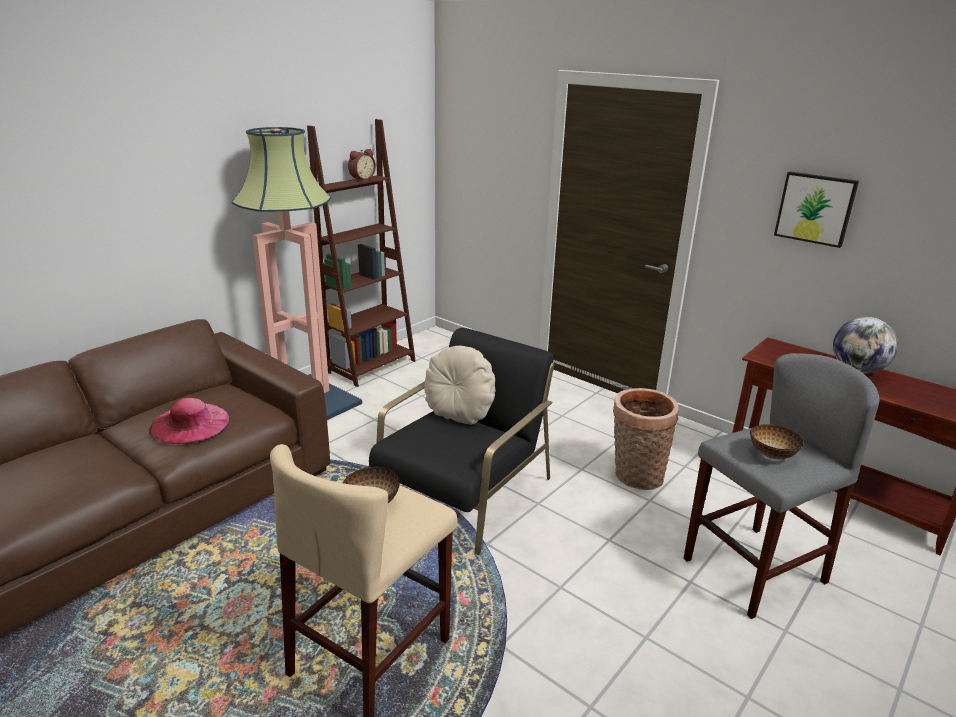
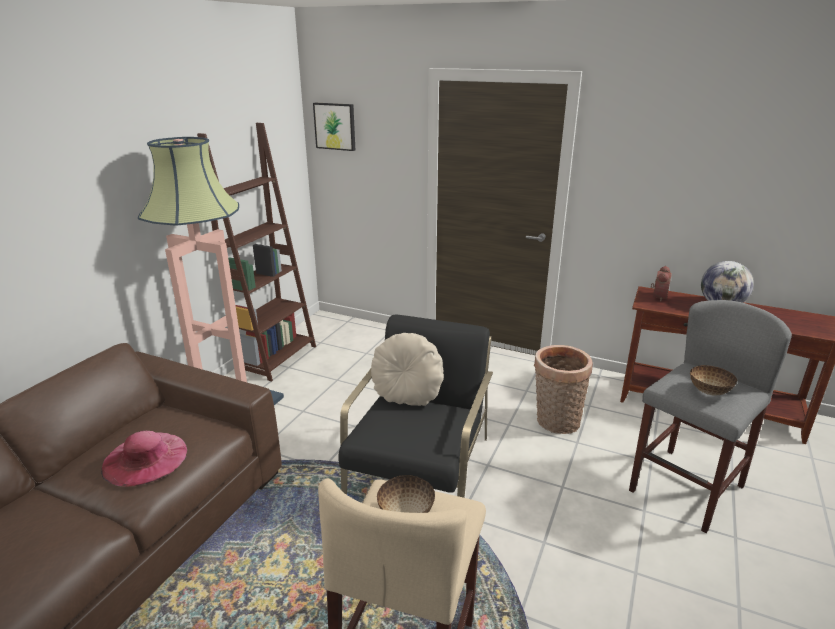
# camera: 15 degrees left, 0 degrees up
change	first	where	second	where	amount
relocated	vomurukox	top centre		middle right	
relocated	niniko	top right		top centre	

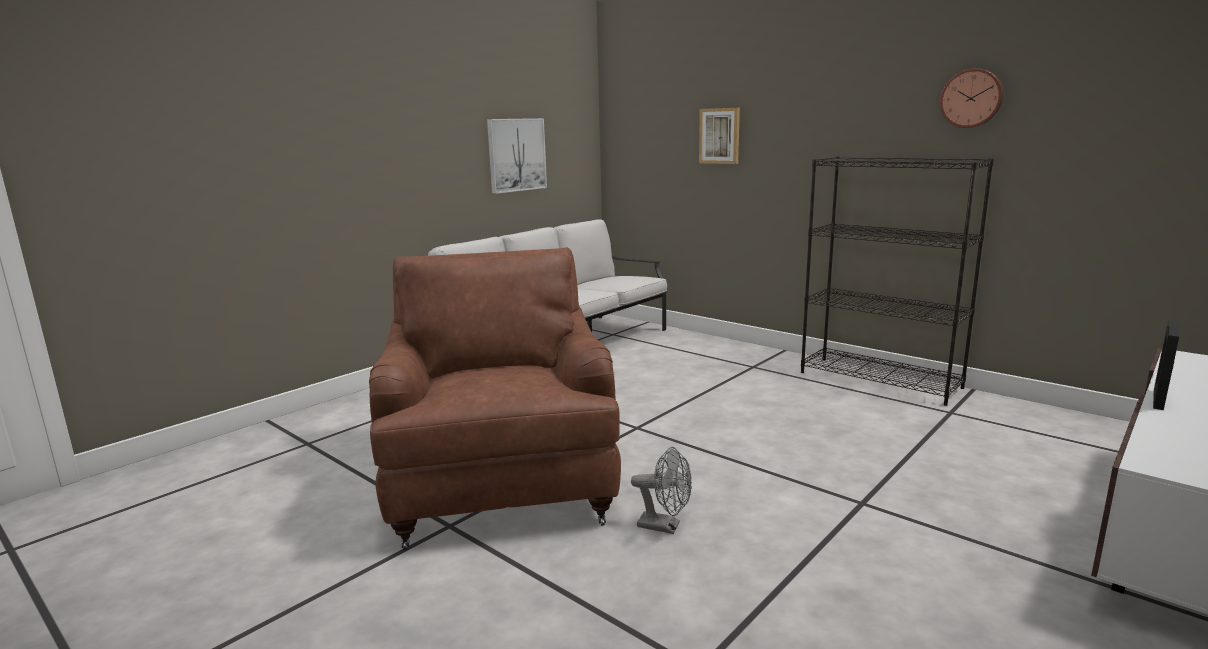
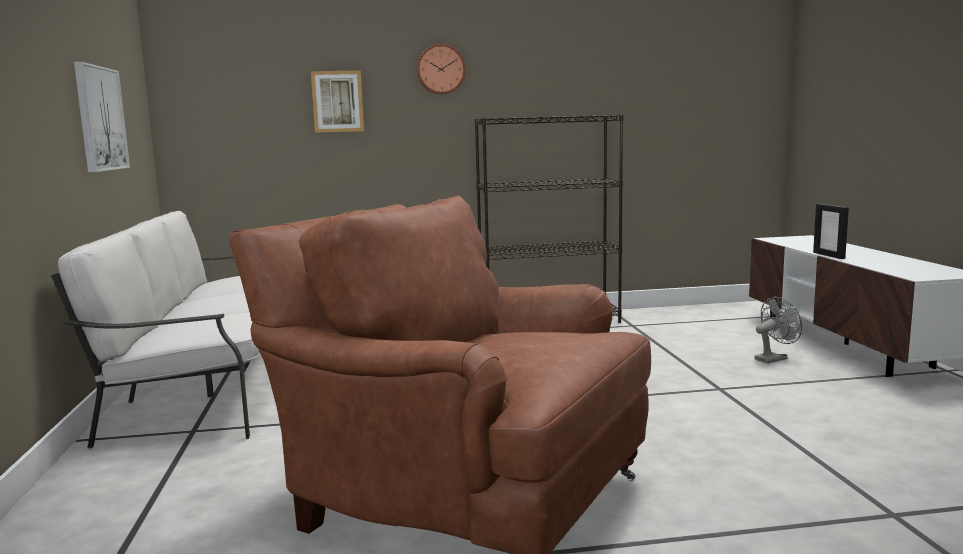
# camera: 50 degrees left, 5 degrees down
change	first	where	second	where	amount
relocated	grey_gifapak	bottom centre		middle right	
relocated	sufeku	top right		top centre	

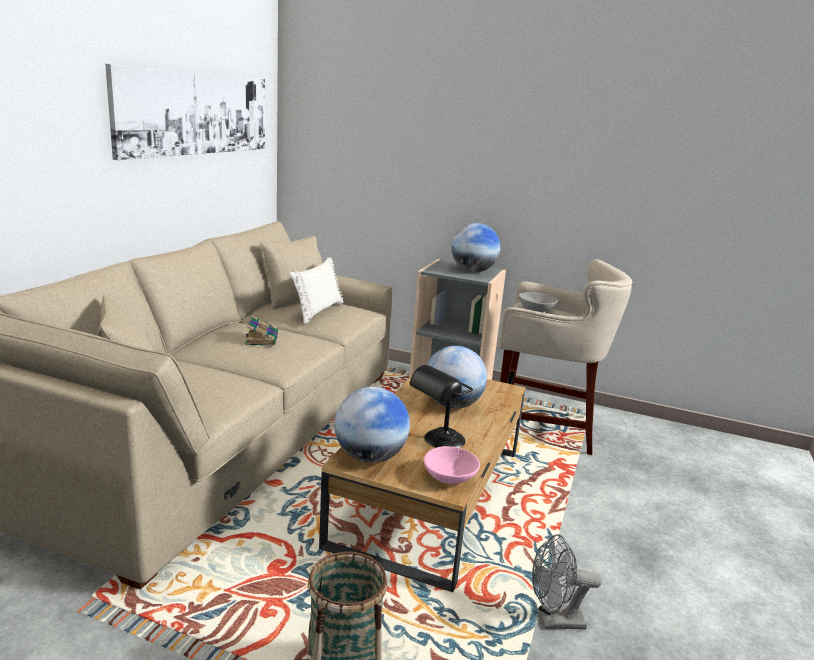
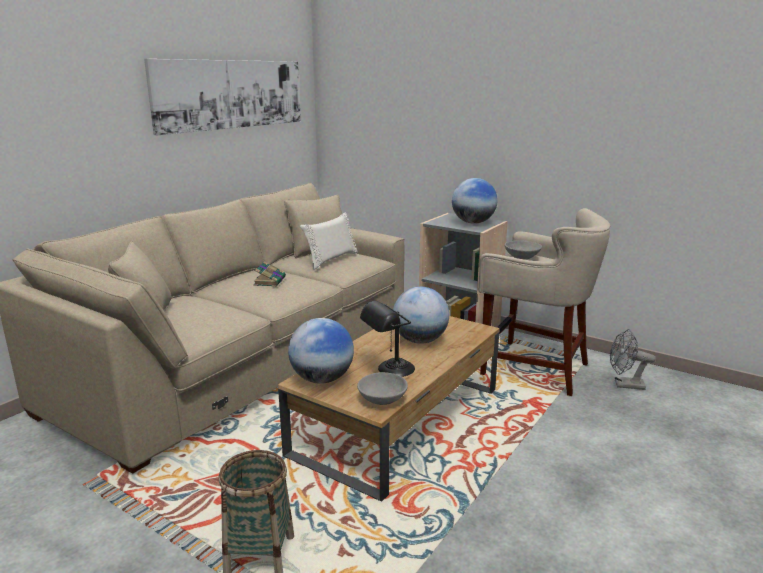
# camera: 15 degrees right, 0 degrees up
change	first	where	second	where	amount
relocated	grey_gifapak	bottom right		middle right	
colour	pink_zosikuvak	bottom centre	grey_zosikuvak (no. 1 from left)	bottom centre	

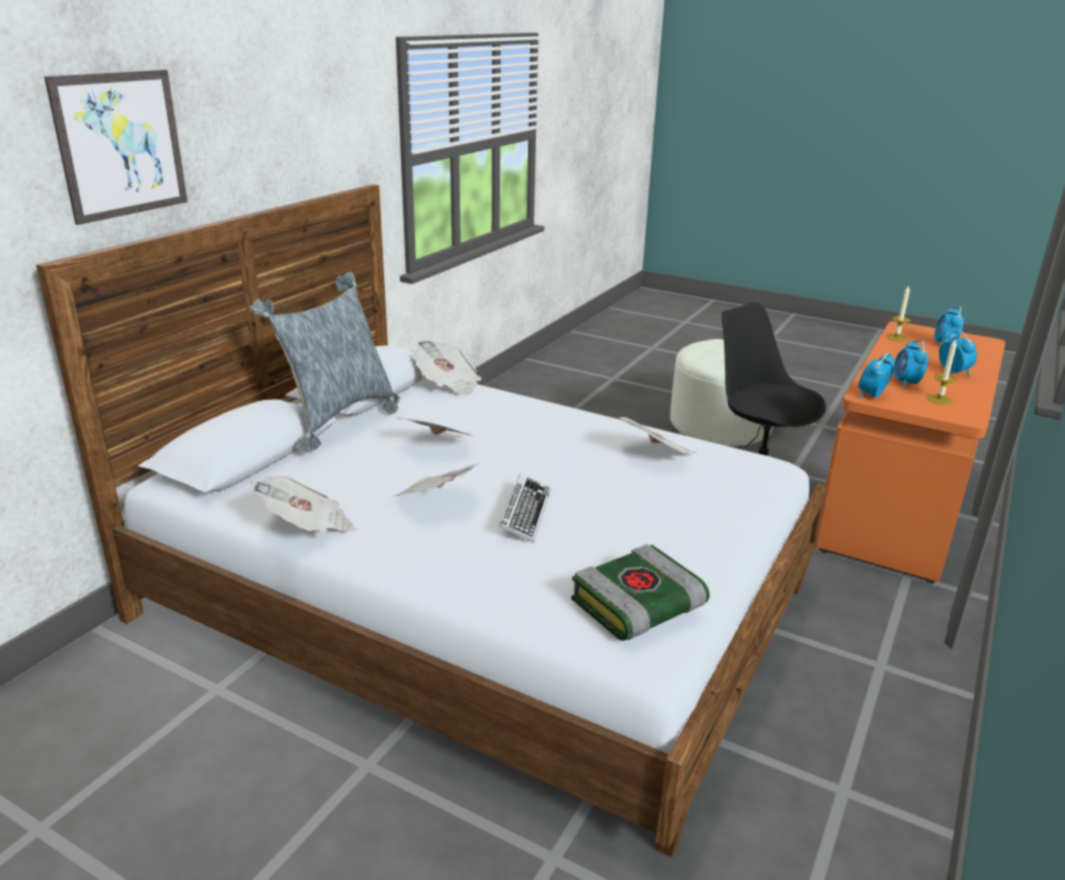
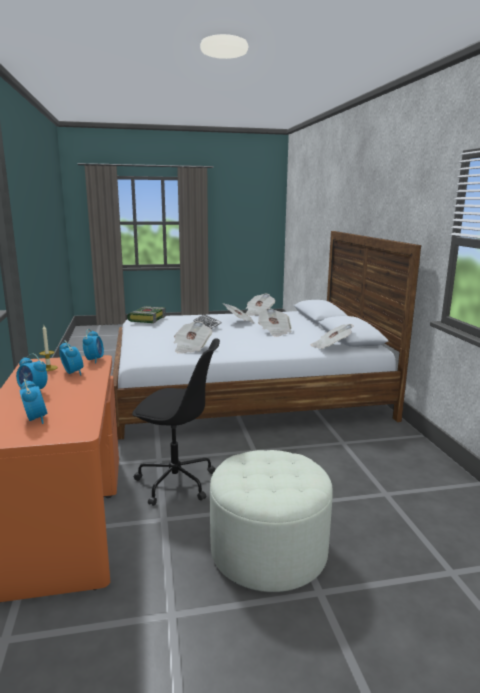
# camera: 140 degrees right, 10 degrees down
change	first	where	second	where	amount
missing	niniko	top left			
missing	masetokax	middle left			
missing	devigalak (no. 1 from left)	middle right			

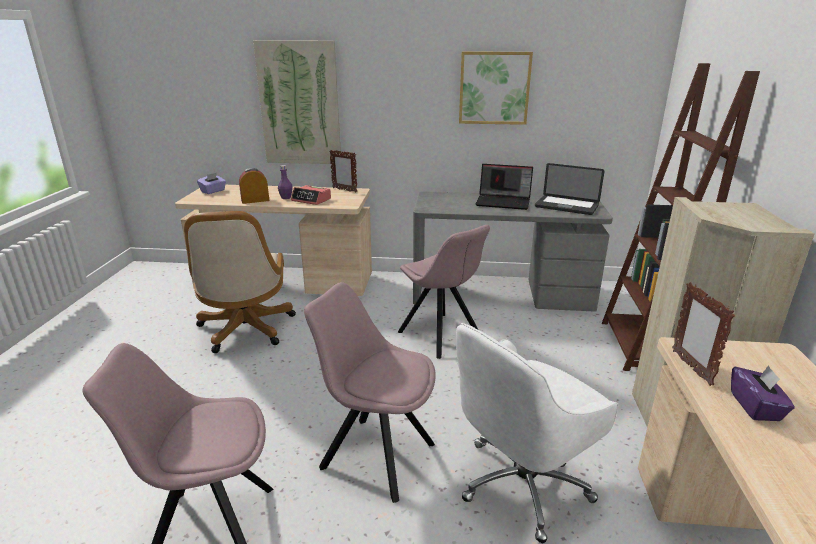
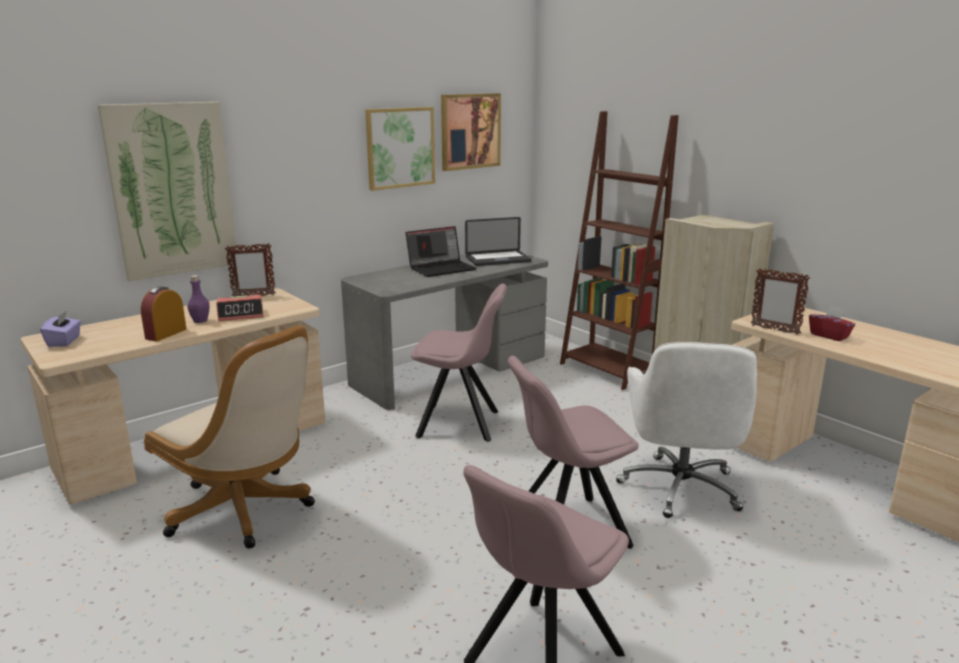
# camera: 45 degrees left, 5 degrees down
change	first	where	second	where	amount
appeared			niniko (no. 3 from left)	top centre	
colour	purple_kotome (no. 2 from left)	bottom right	red_kotome	middle right	

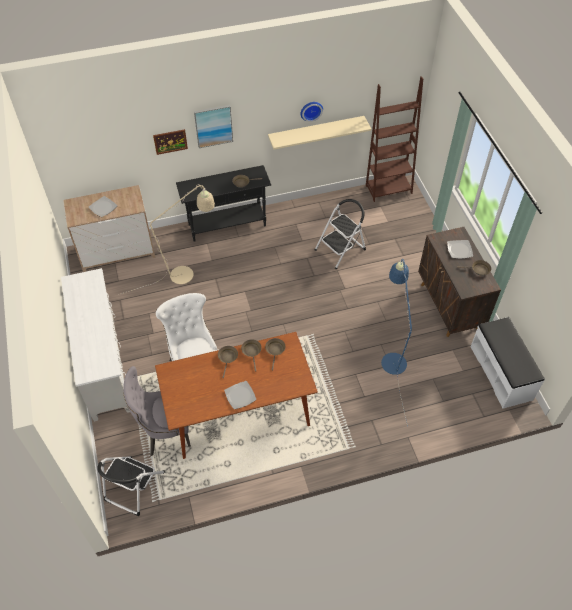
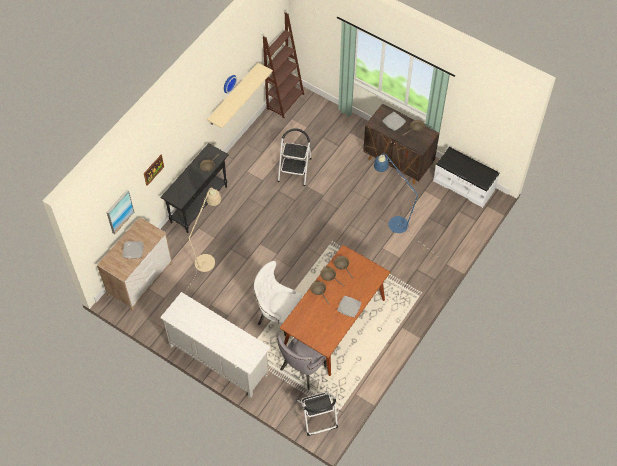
# camera: 40 degrees left, 5 degrees up
change	first	where	second	where	amount
relocated	niniko (no. 2 from left in the first image)	top centre	niniko (no. 1 from left)	middle left	

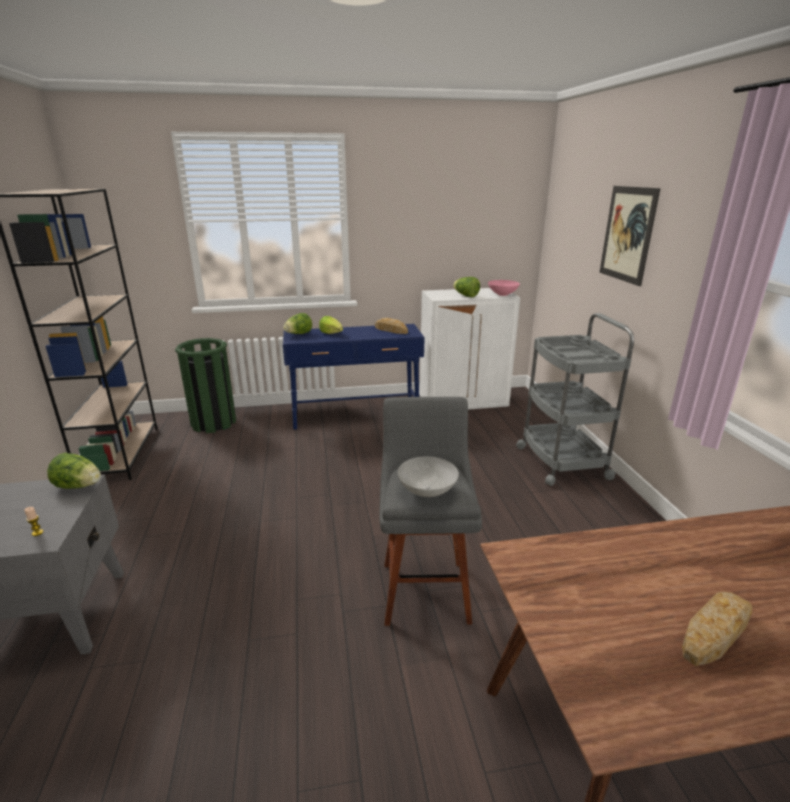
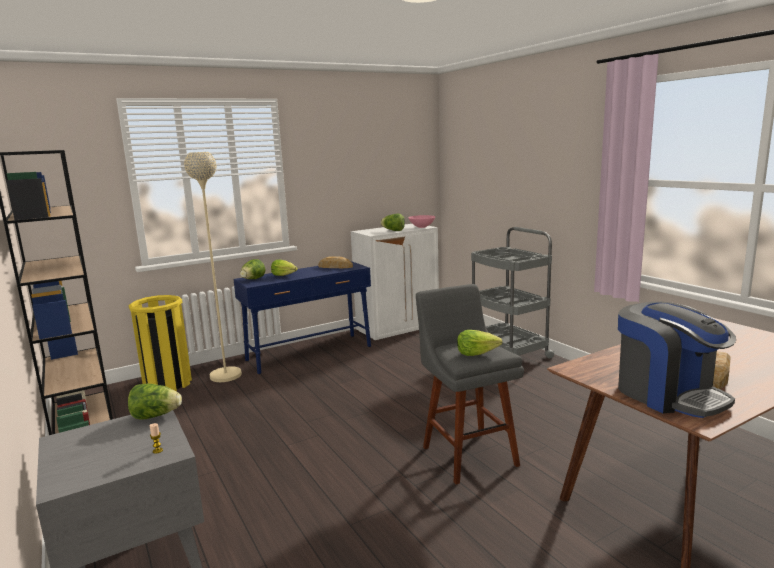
# camera: 20 degrees left, 10 degrees down
change	first	where	second	where	amount
missing	niniko	top right			
appeared			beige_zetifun	middle left	
appeared			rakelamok	middle right	
exchanged	grey_zosikuvak	centre	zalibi (no. 5 from left)	centre	
colour	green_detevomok	middle left	yellow_detevomok	middle left	

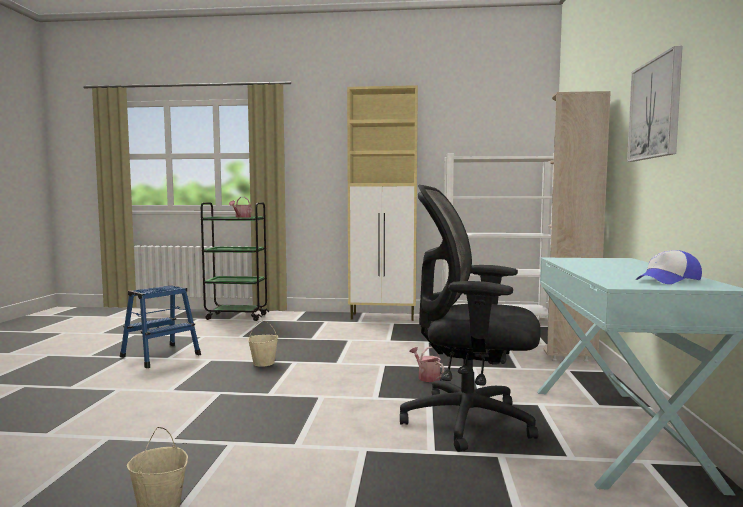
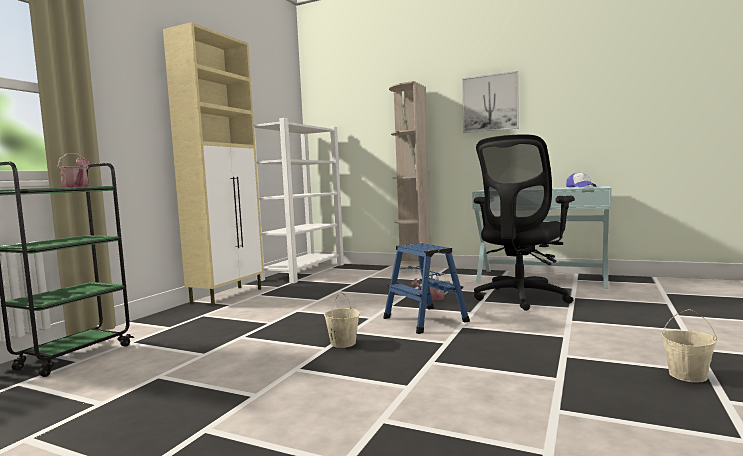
# camera: 70 degrees left, 0 degrees up
change	first	where	second	where	amount
relocated	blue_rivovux	middle left		centre	

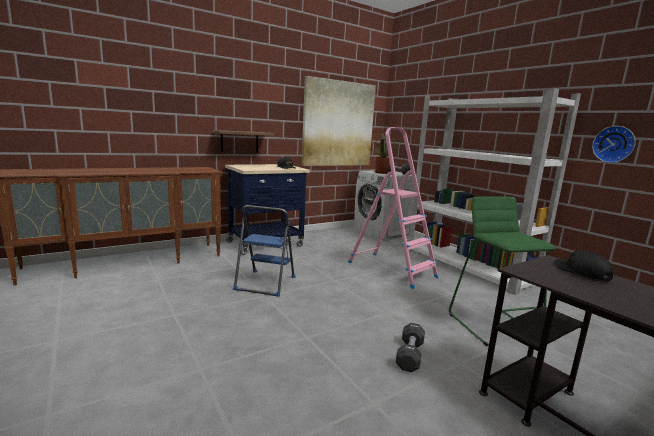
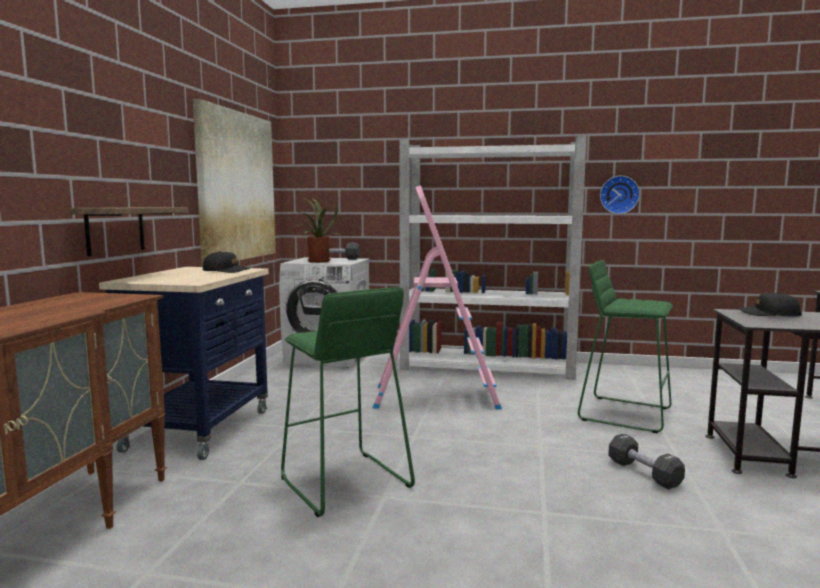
# camera: 45 degrees left, 5 degrees down
change	first	where	second	where	amount
exchanged	blue_rivovux	centre	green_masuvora (no. 1 from left)	bottom centre	

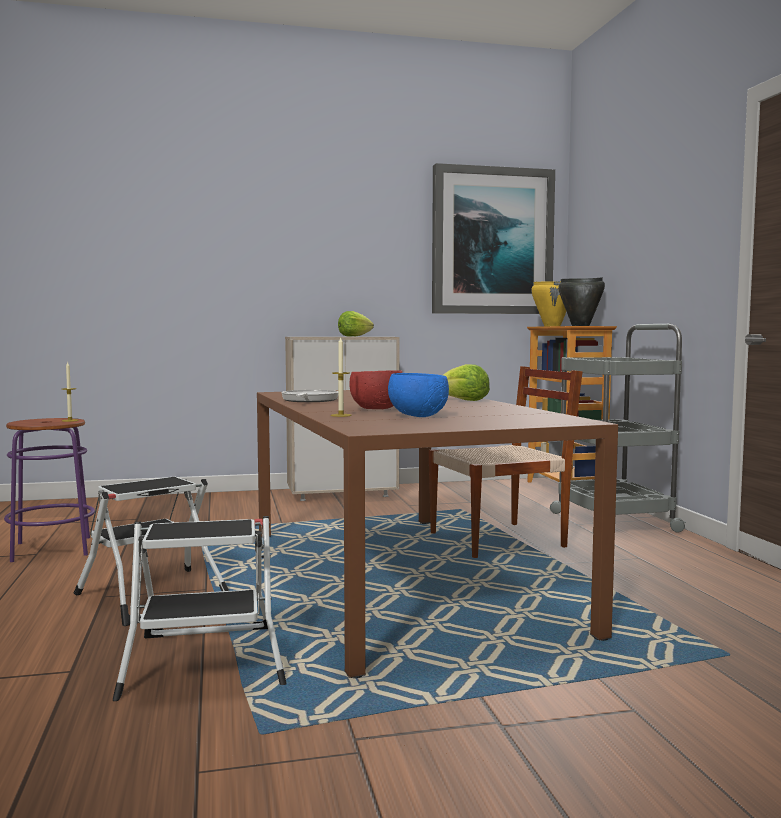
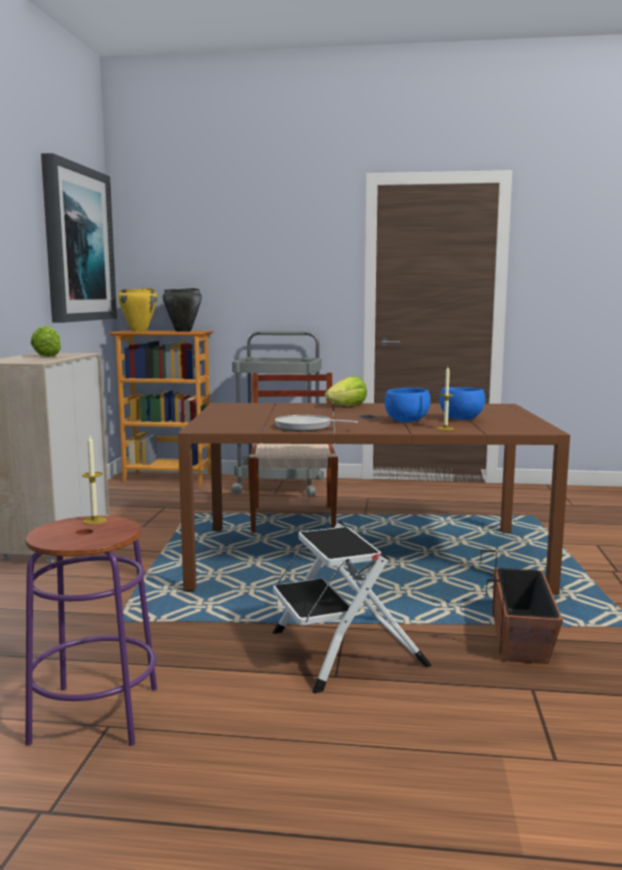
# camera: 70 degrees left, 5 degrees up
change	first	where	second	where	amount
exchanged	rivovux (no. 2 from left)	bottom left	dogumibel	bottom right	
colour	red_zosikuvak	centre	blue_zosikuvak (no. 1 from left)	centre	

